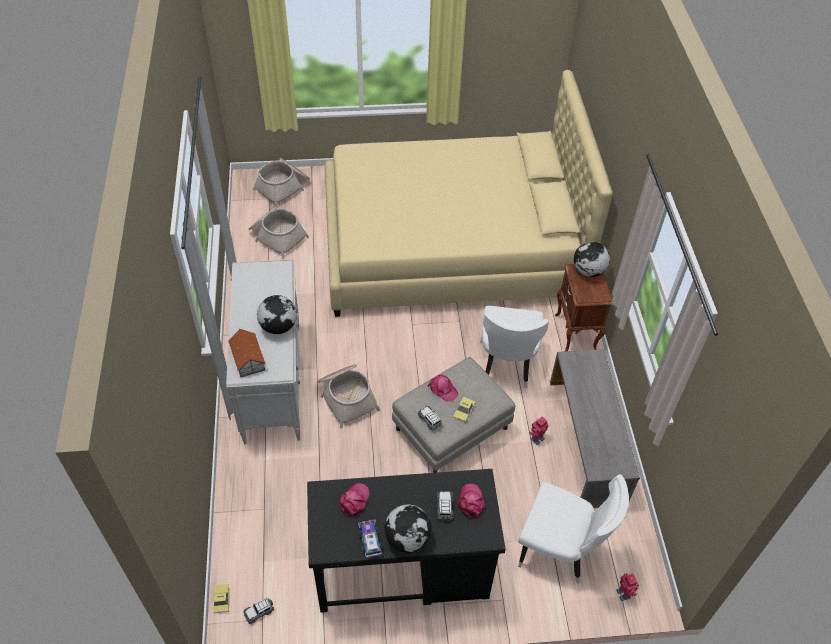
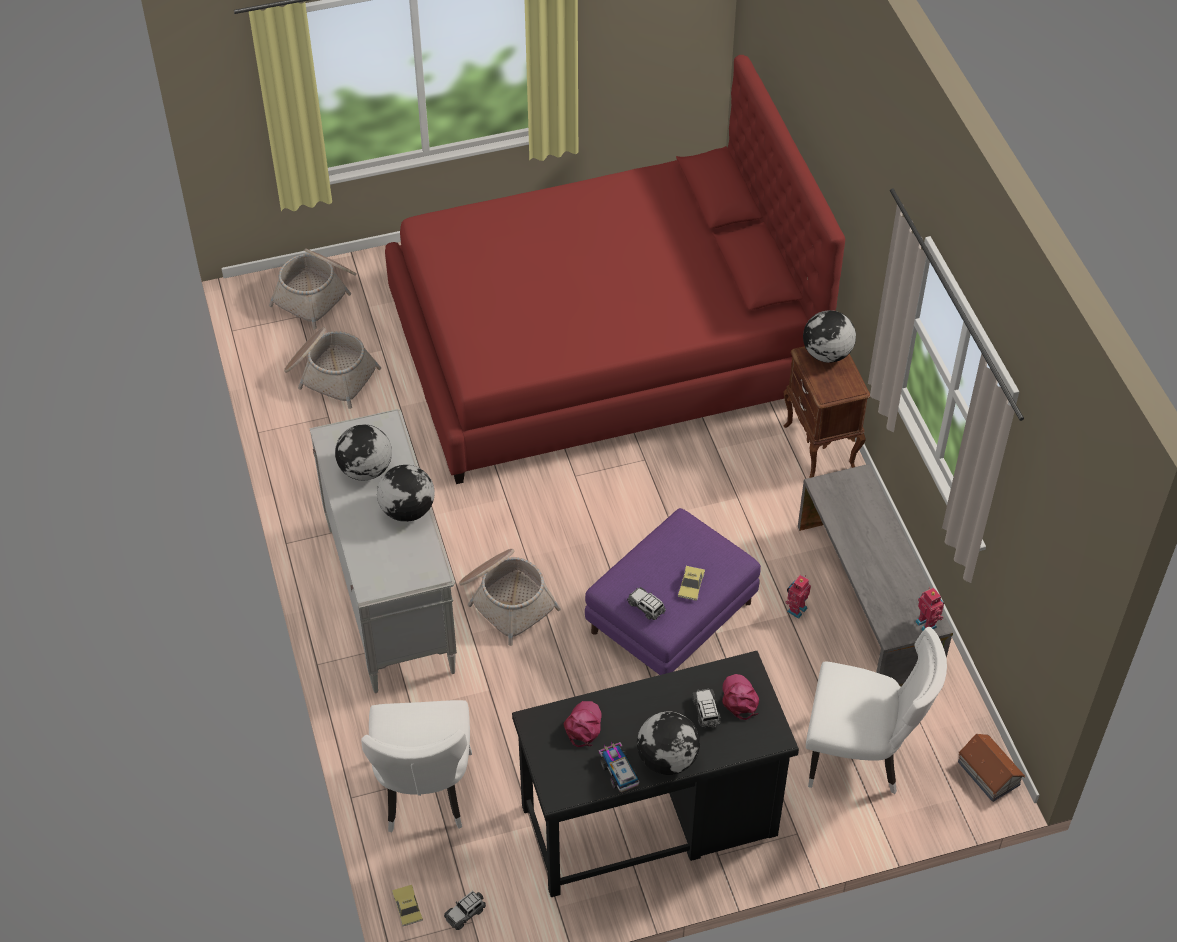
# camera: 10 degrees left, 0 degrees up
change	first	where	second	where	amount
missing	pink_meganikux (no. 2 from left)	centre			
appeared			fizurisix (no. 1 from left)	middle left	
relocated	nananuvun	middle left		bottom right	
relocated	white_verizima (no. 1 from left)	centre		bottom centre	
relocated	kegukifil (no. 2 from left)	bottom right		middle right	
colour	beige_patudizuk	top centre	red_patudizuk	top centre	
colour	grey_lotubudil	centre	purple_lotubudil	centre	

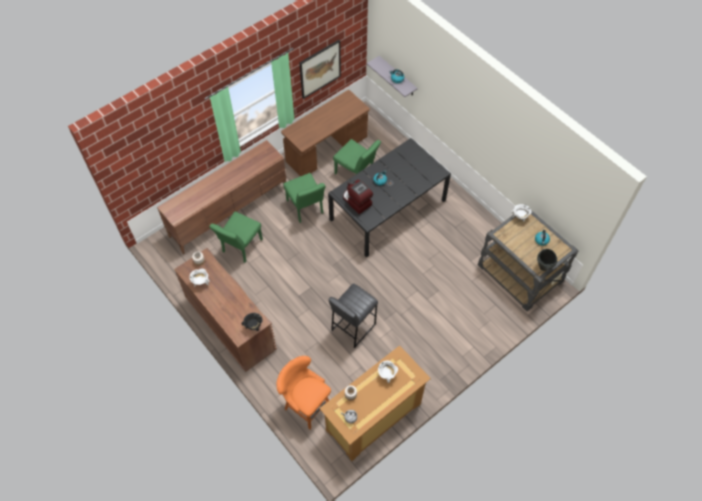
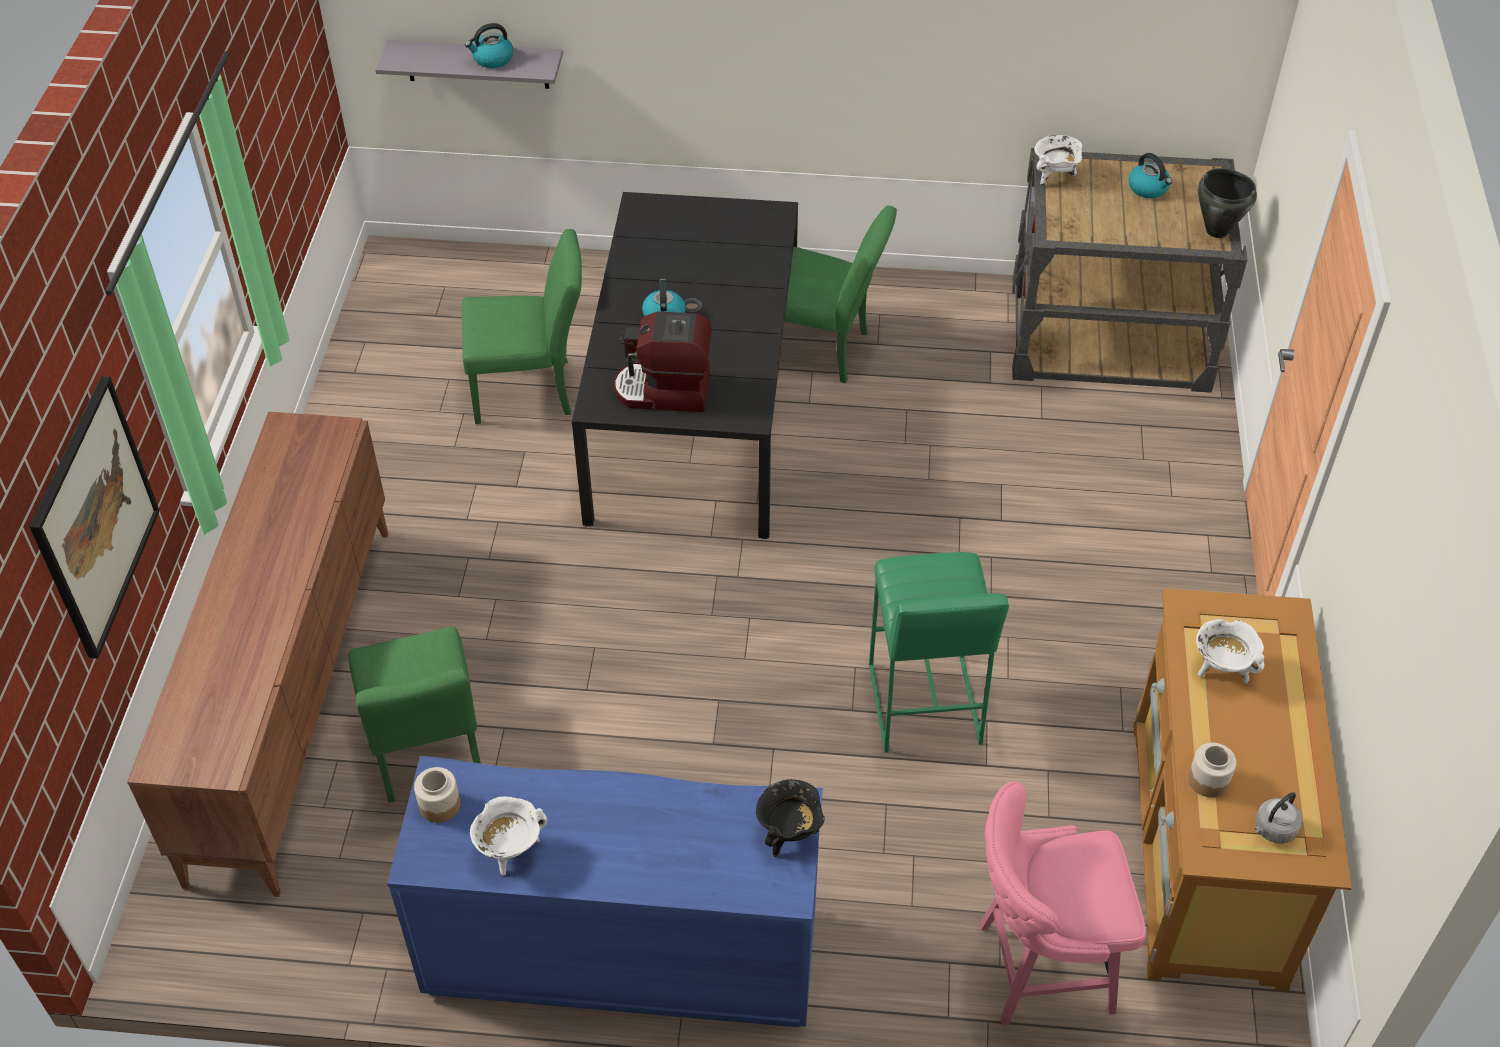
# camera: 45 degrees left, 10 degrees down
change	first	where	second	where	amount
missing	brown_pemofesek	top centre			
relocated	green_verizima (no. 2 from left in the first image)	centre	green_verizima (no. 3 from left)	top centre	
relocated	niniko	top centre		middle left	
colour	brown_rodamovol (no. 1 from left)	middle left	blue_rodamovol	bottom centre	
colour	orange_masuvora	bottom centre	pink_masuvora	bottom right	
colour	grey_masuvora	centre	green_masuvora	centre	

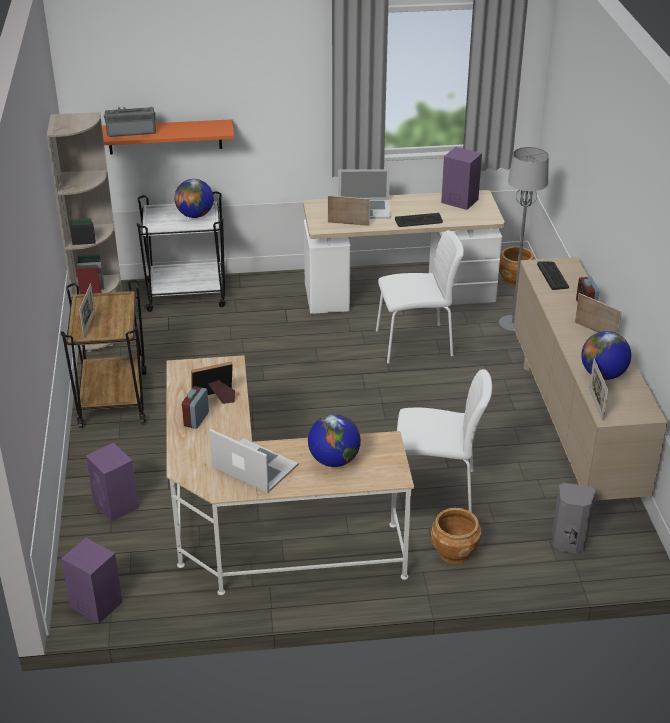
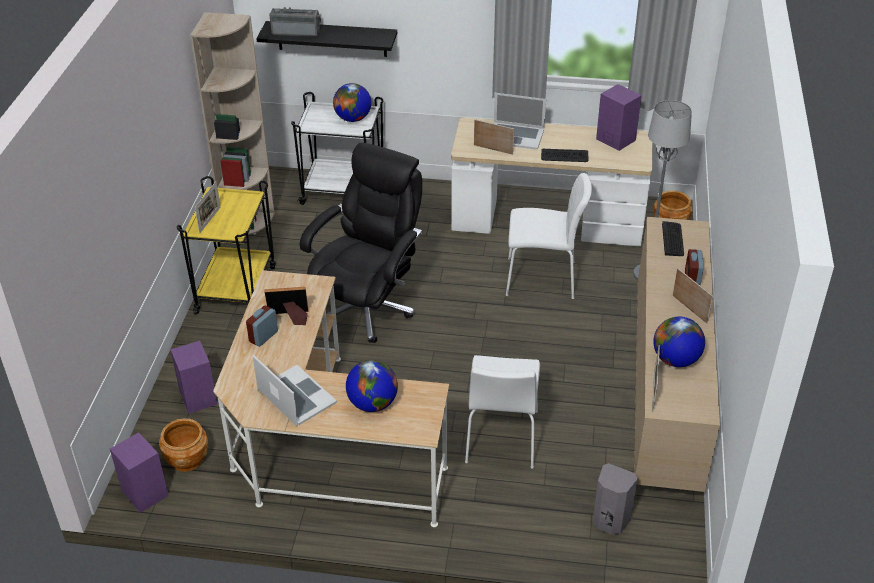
# camera: 15 degrees right, 5 degrees up
change	first	where	second	where	amount
appeared			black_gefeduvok	centre	
relocated	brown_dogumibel (no. 1 from left)	bottom right		bottom left	
colour	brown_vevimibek	middle left	yellow_vevimibek	middle left	
colour	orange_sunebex	top left	black_sunebex	top centre	
spun	white_verizima (no. 2 from left in the first image)	centre	white_verizima (no. 1 from left)	bottom centre	75 degrees clockwise

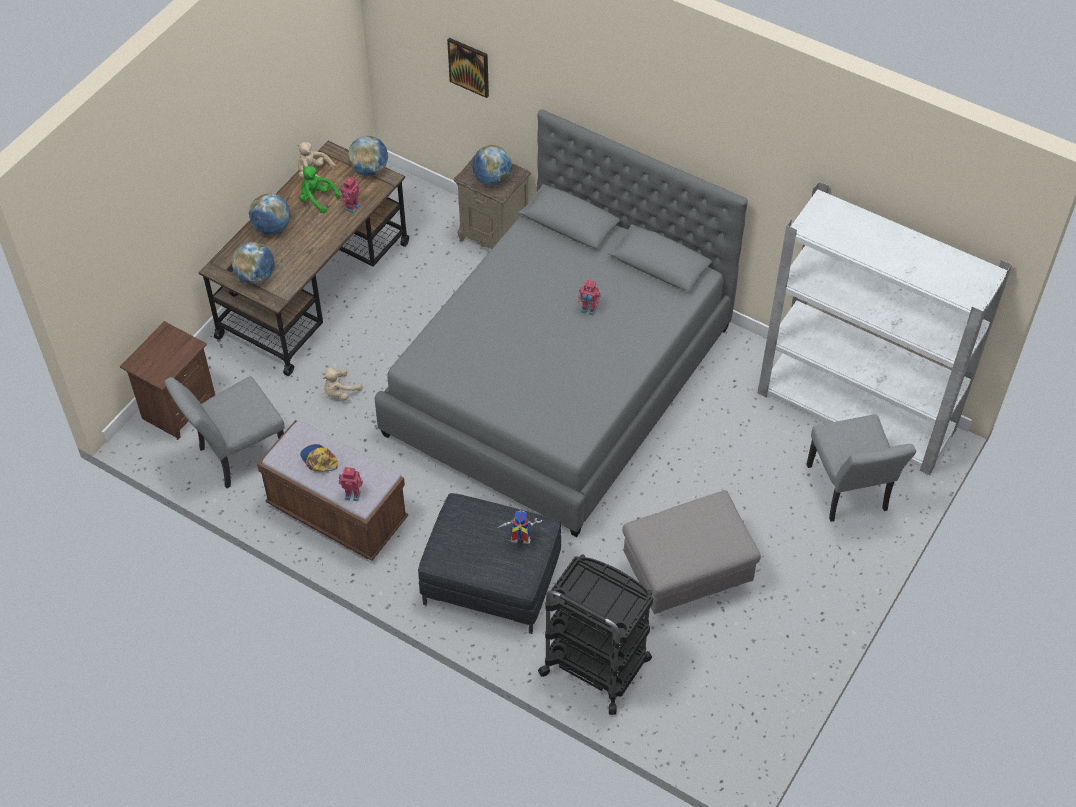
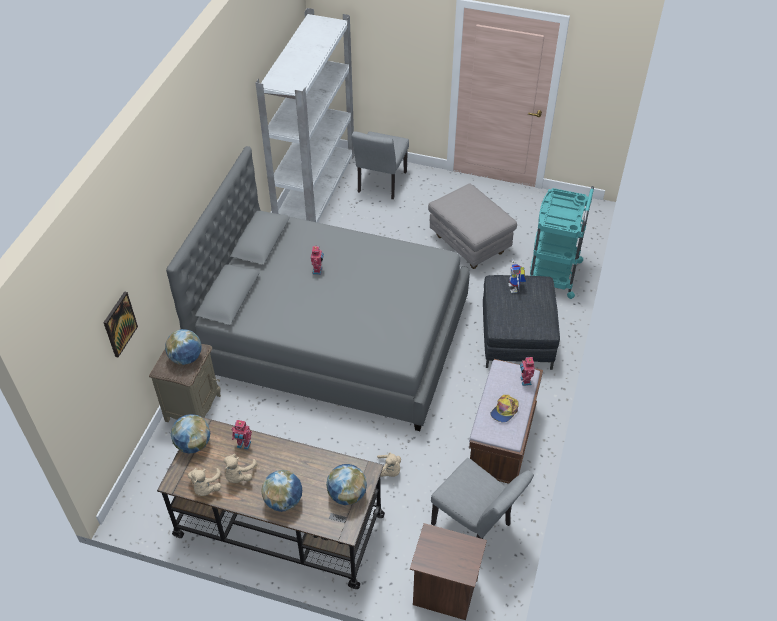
# camera: 105 degrees left, 5 degrees down
change	first	where	second	where	amount
colour	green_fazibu	top left	beige_fazibu (no. 2 from left)	bottom left	
colour	black_vevimibek	bottom centre	turquoise_vevimibek	middle right	
spun	grey_verizima (no. 2 from left in the first image)	middle right	grey_verizima (no. 1 from left)	top centre	135 degrees clockwise

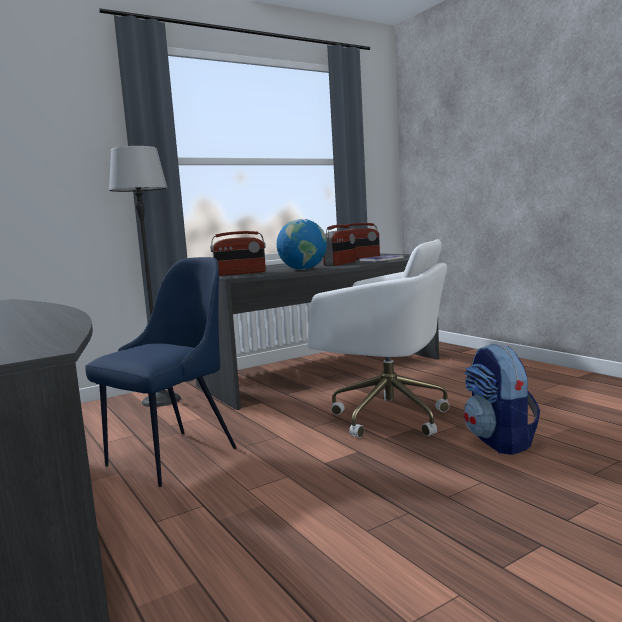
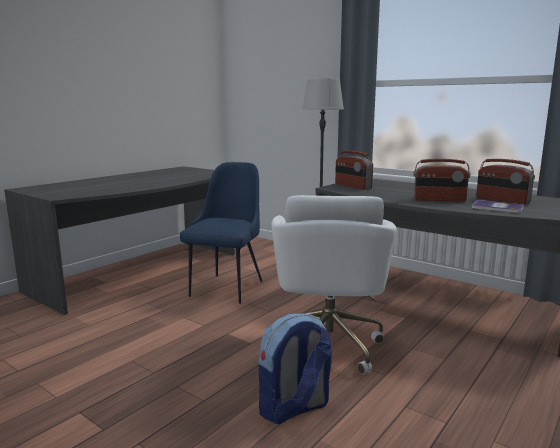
# camera: 70 degrees right, 5 degrees up
change	first	where	second	where	amount
missing	fizurisix	centre			
spun	blue_verizima	middle left		centre	90 degrees counterclockwise

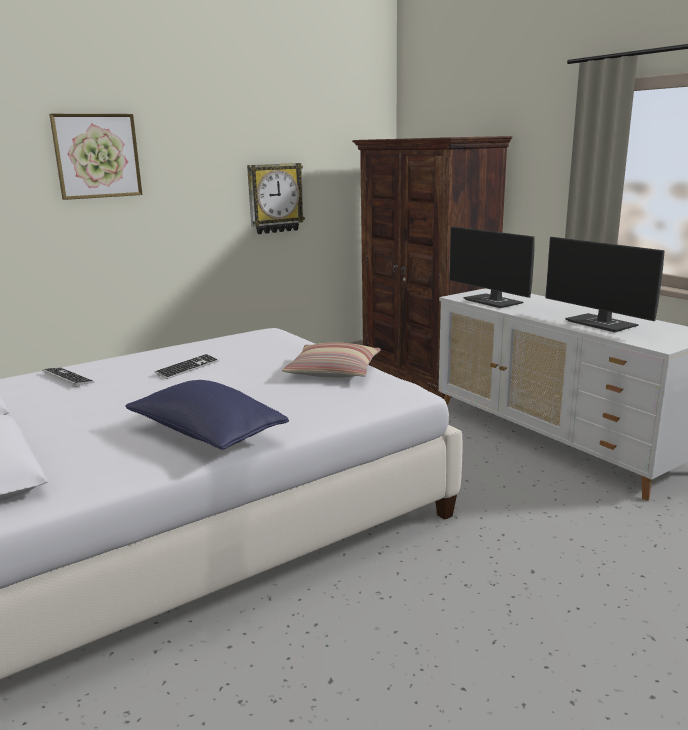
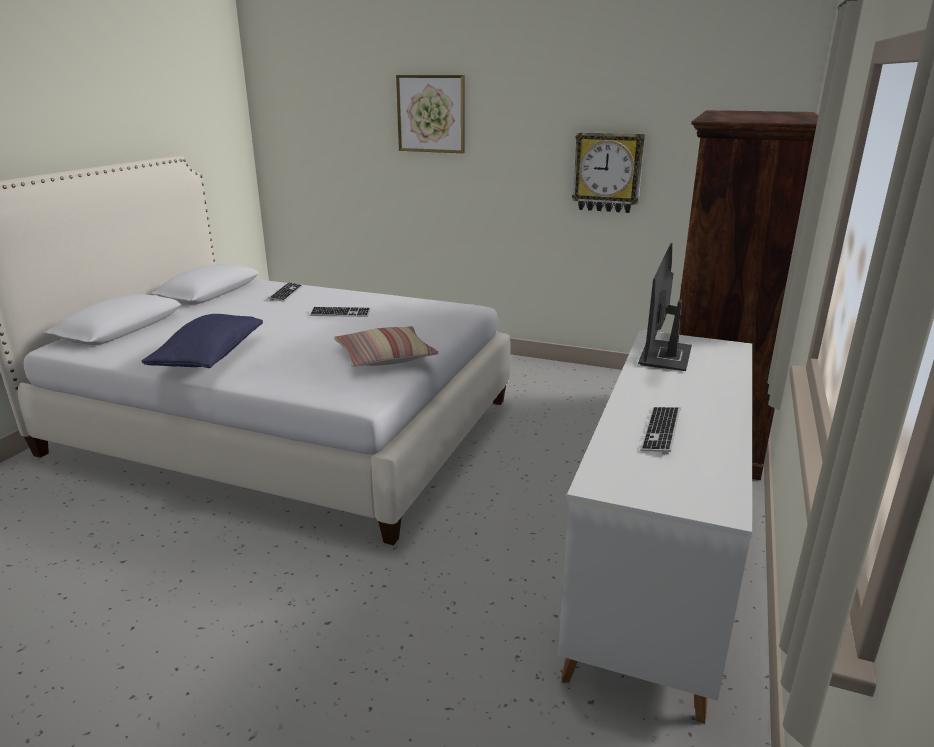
# camera: 55 degrees right, 5 degrees up
change	first	where	second	where	amount
exchanged	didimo (no. 2 from left)	middle right	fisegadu (no. 3 from left)	middle right	

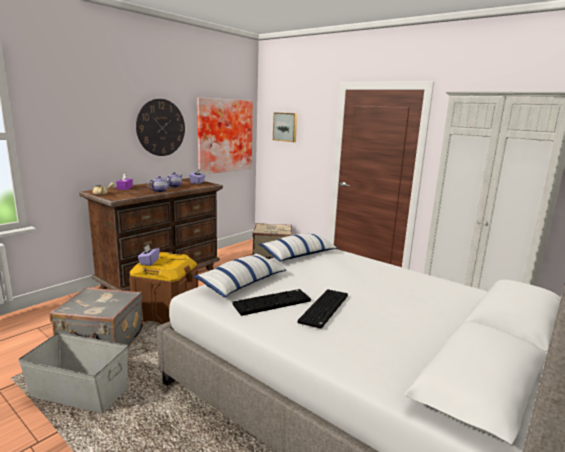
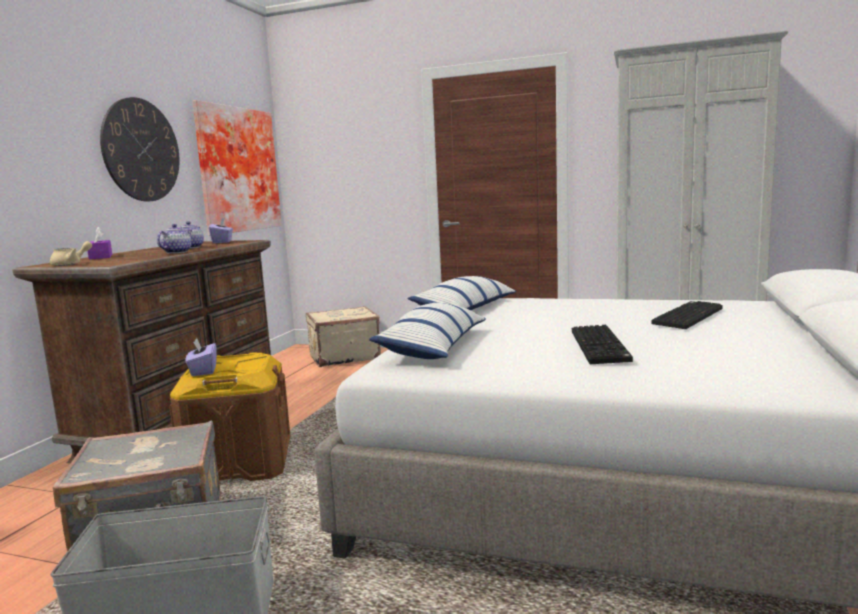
# camera: 20 degrees left, 5 degrees down
change	first	where	second	where	amount
missing	niniko (no. 2 from left)	top centre			
relocated	fisegadu (no. 1 from left in the first image)	bottom centre	fisegadu (no. 2 from left)	middle right	

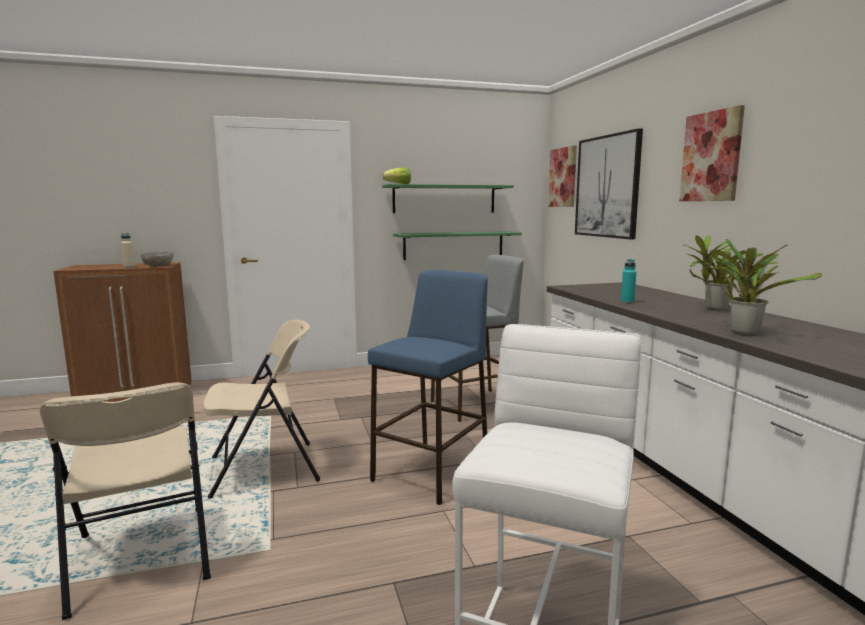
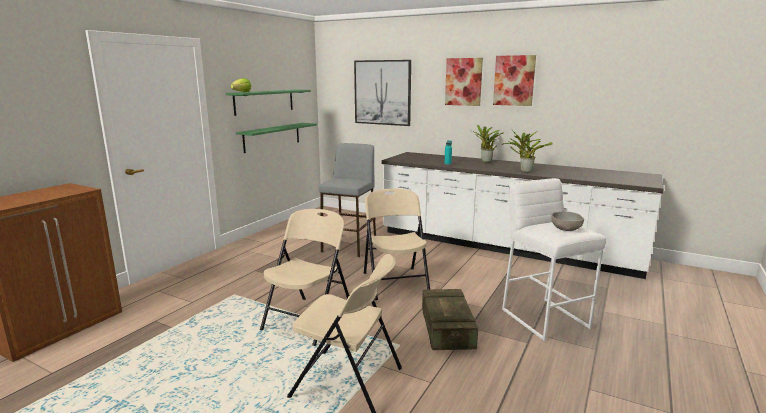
# camera: 45 degrees left, 5 degrees up
change	first	where	second	where	amount
missing	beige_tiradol	middle left			
appeared			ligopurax	bottom centre	
relocated	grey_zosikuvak	middle left		middle right	
relocated	niniko (no. 1 from left in the first image)	top centre	niniko (no. 3 from left)	top right	
exchanged	blue_masuvora	centre	beige_verizima (no. 3 from left)	centre	

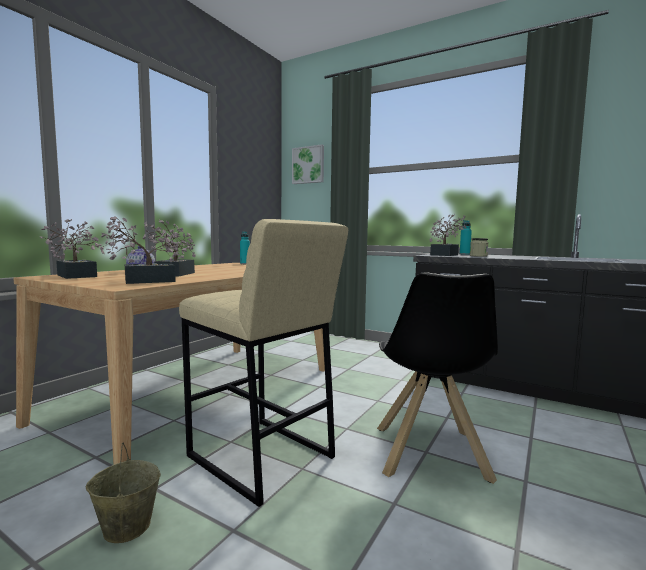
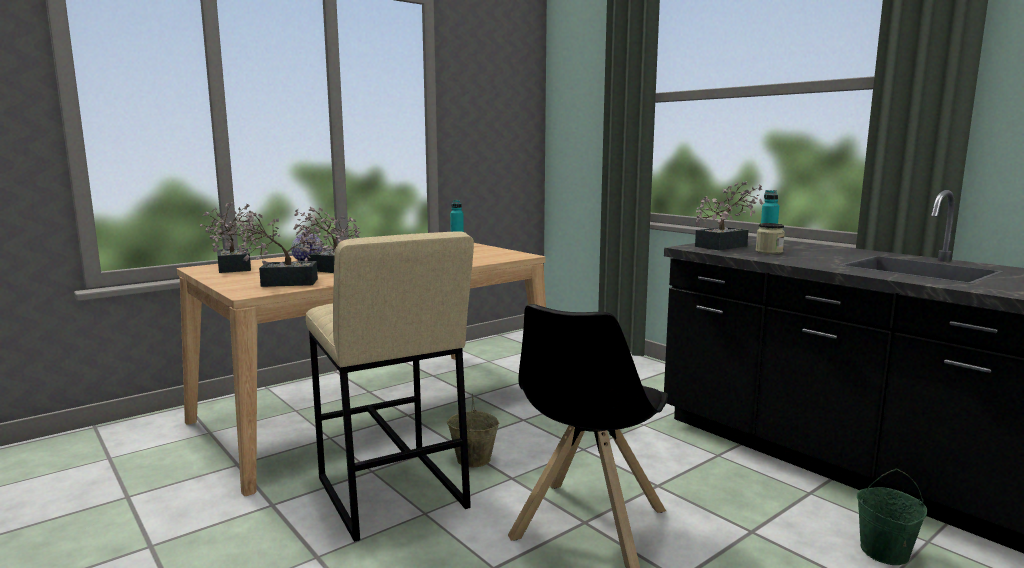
# camera: 20 degrees right, 5 degrees up
change	first	where	second	where	amount
missing	niniko	top centre			
appeared			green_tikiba	bottom right	
relocated	beige_tikiba	bottom left		bottom centre	

